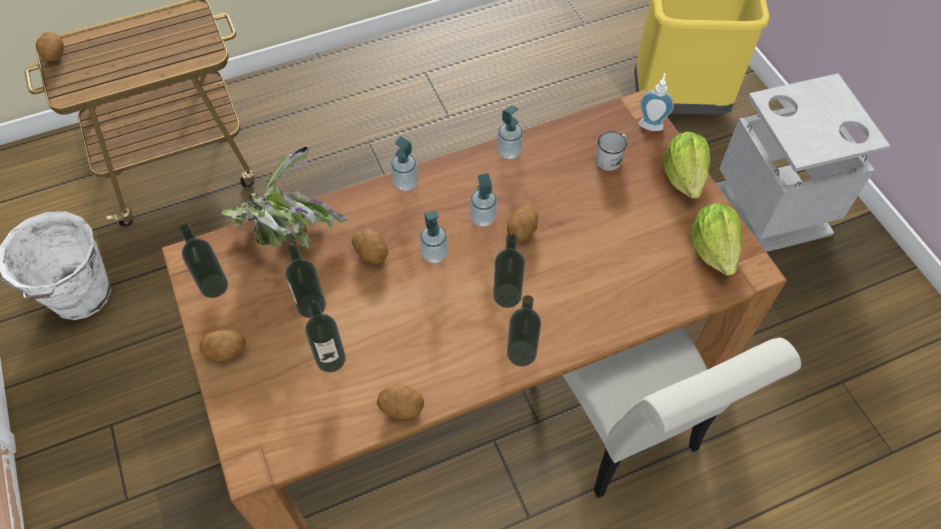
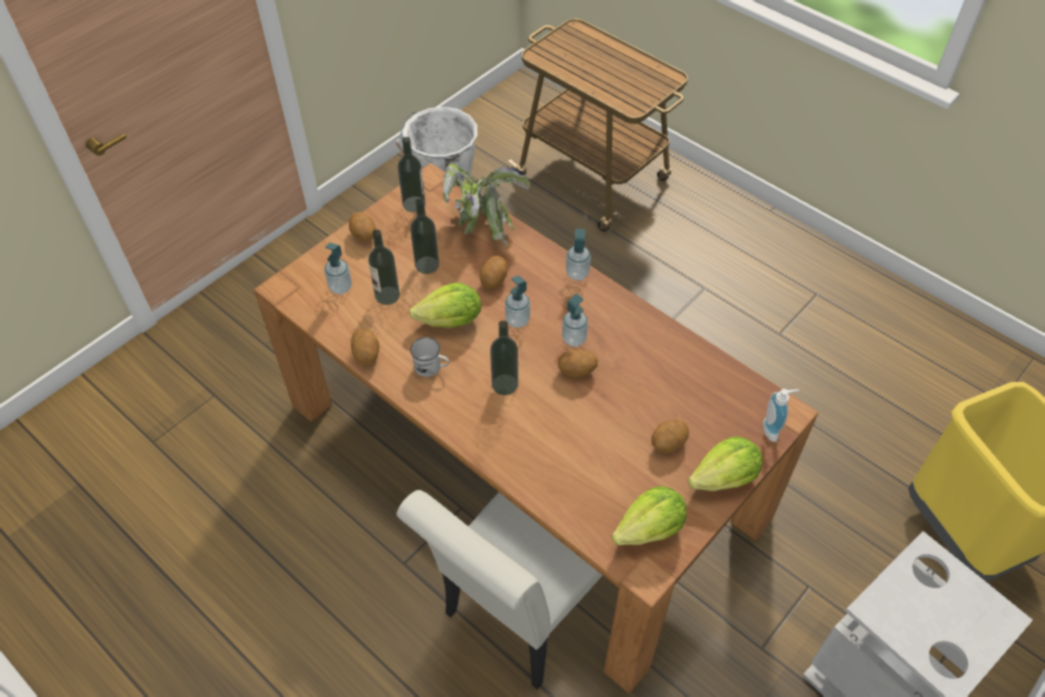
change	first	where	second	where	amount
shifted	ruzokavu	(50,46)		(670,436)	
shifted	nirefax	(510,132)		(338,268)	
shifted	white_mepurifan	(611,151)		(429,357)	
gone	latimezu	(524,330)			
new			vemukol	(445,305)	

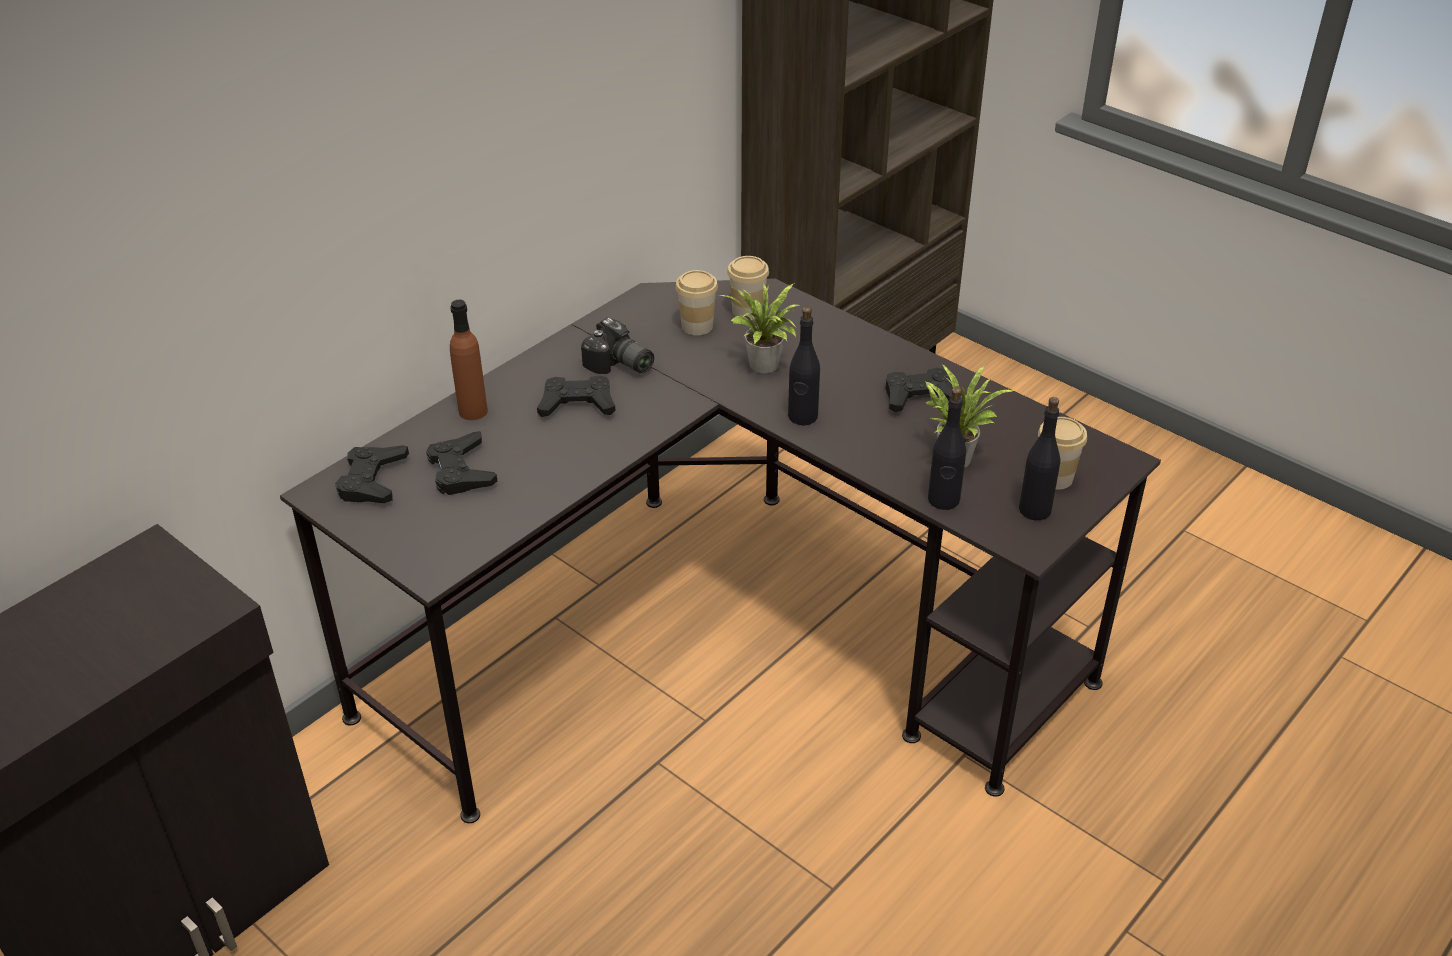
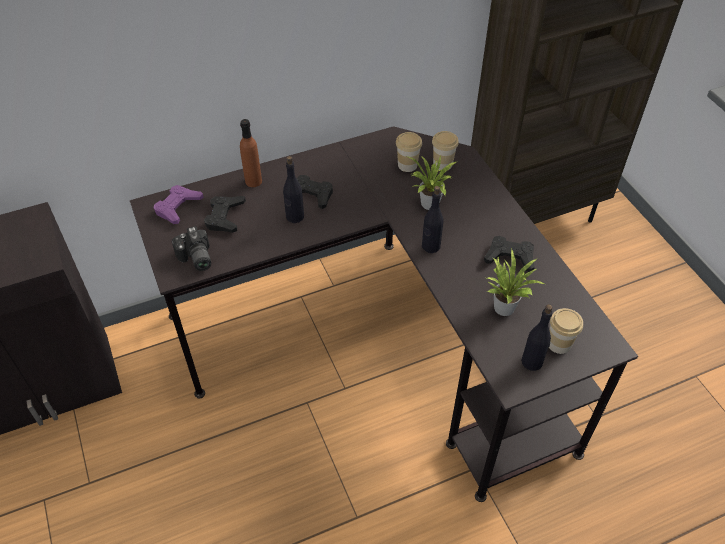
change	first	where	second	where	amount
shifted	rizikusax	(617,345)		(191,248)	
shifted	black_latimezu	(947,448)		(293,189)	
repainted	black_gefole	(372,474)	purple_gefole	(178,204)	

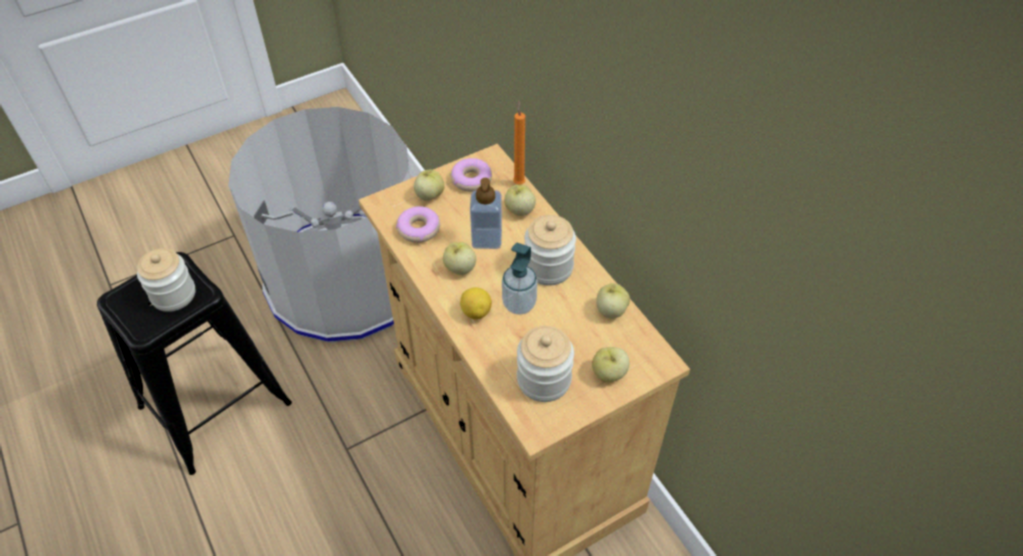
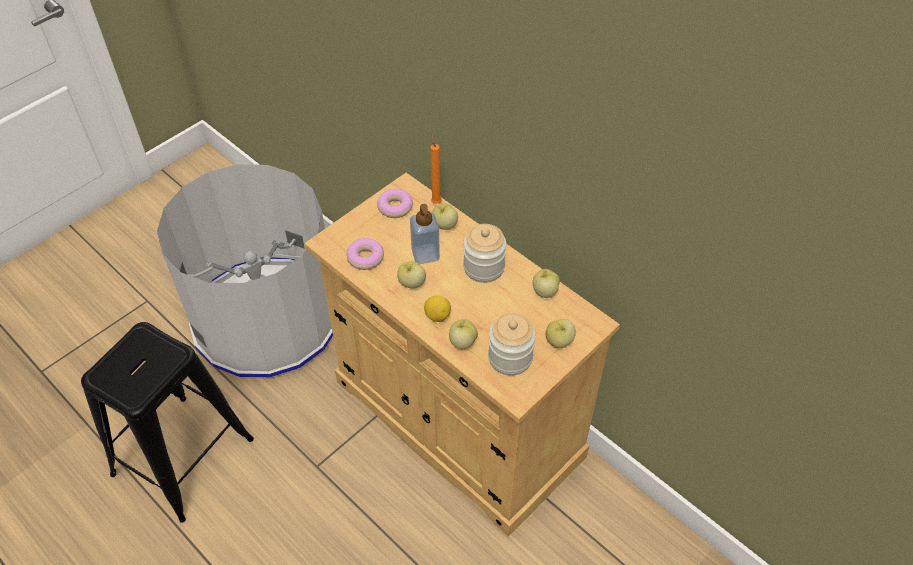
change	first	where	second	where	amount
shifted	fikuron	(429,185)		(463,334)	
gone	nirefax	(519,278)			
gone	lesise	(166,280)			

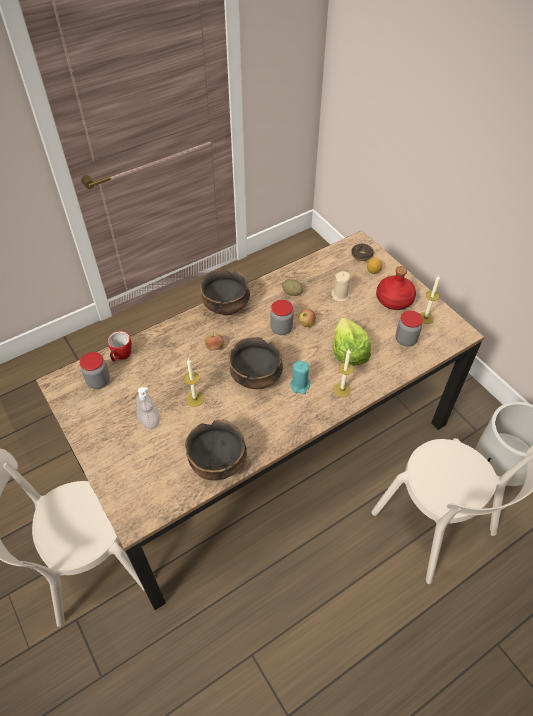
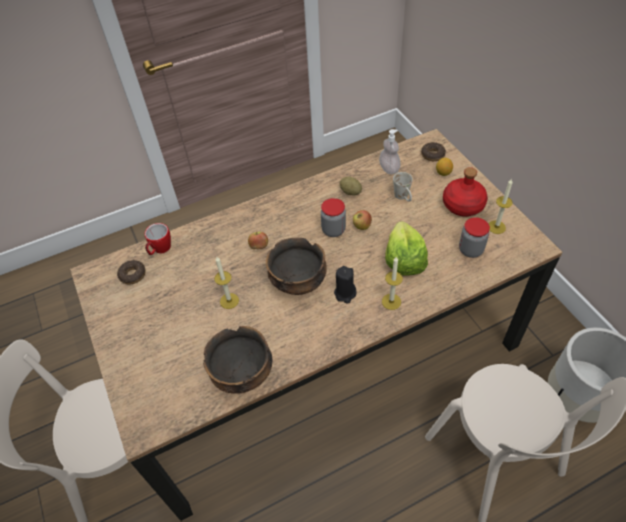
change	first	where	second	where	amount
gone	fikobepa	(225,292)			
swapped	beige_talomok	(340,286)	white_mepurifan	(403,187)	
swapped	lesise	(95,370)	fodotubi	(131,272)	
repainted	turquoise_talomok	(300,377)	black_talomok	(345,285)	
shifted	nirefax	(148,408)		(390,151)	

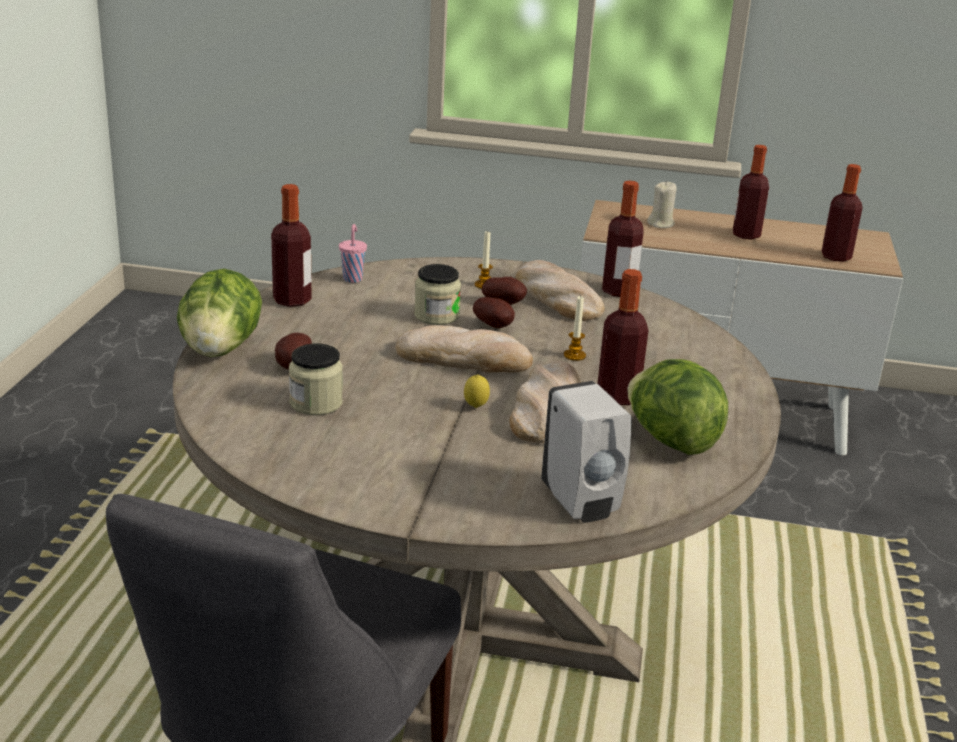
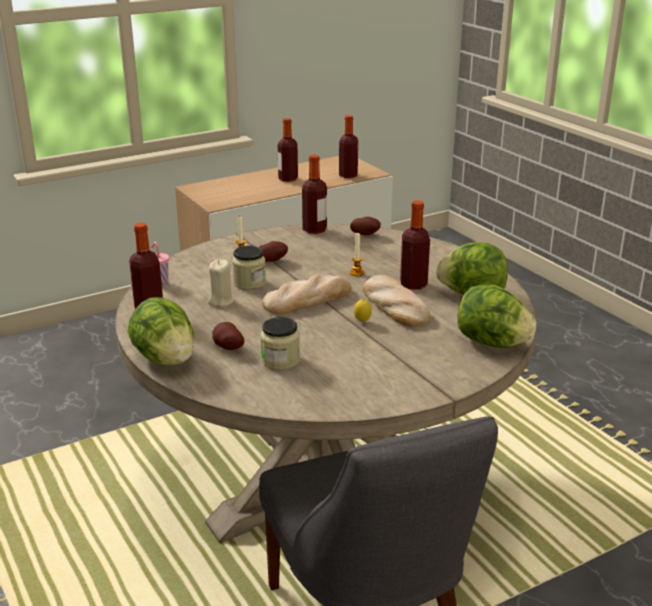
change	first	where	second	where	amount
shifted	beige_talomok	(662,204)		(221,283)	
gone	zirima	(560,290)			
shifted	ruzokavu	(494,312)		(365,226)	
swapped	white_nirefax	(586,452)	vemukol	(497,316)	

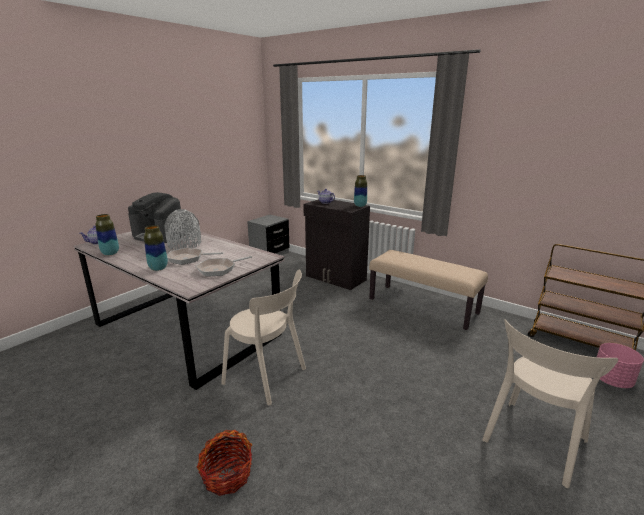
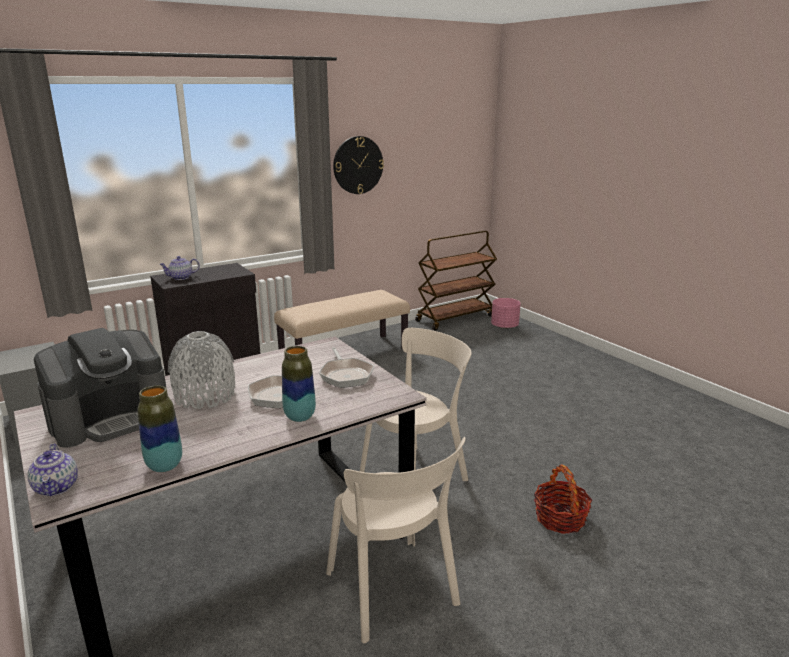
change	first	where	second	where	amount
gone	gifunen	(360,191)			
shifted	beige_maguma	(550,403)		(396,540)	
new			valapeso	(358,165)	

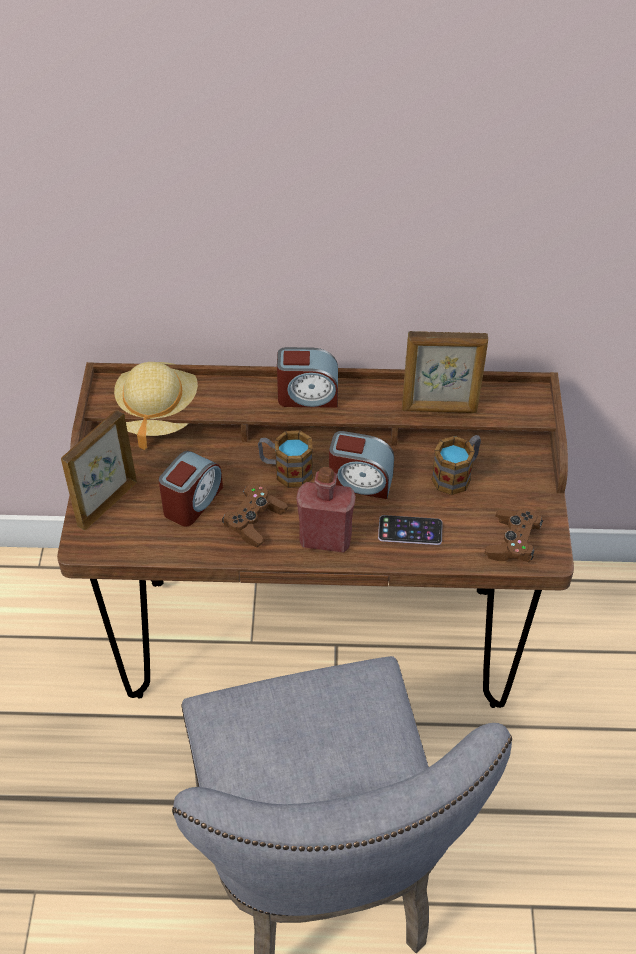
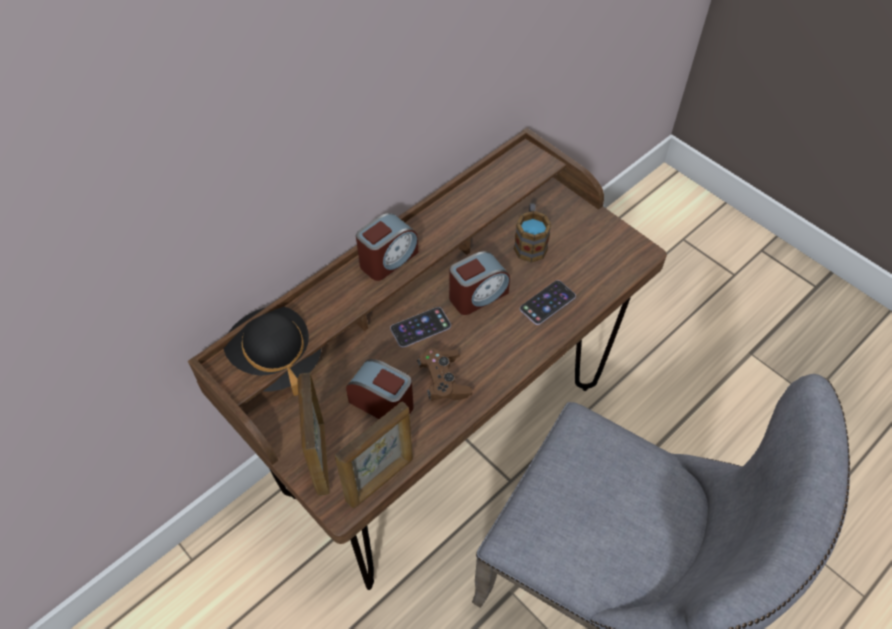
change	first	where	second	where	amount
shifted	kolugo	(445,372)		(374,454)	
repainted	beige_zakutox	(156,406)	black_zakutox	(272,351)	
swapped	mepurifan	(285,459)	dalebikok	(420,327)	
rotated	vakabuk	(191,489)		(380,389)	45 degrees counterclockwise
gone	red_latimezu	(326,509)			
gone	brown_gefole	(514,535)			

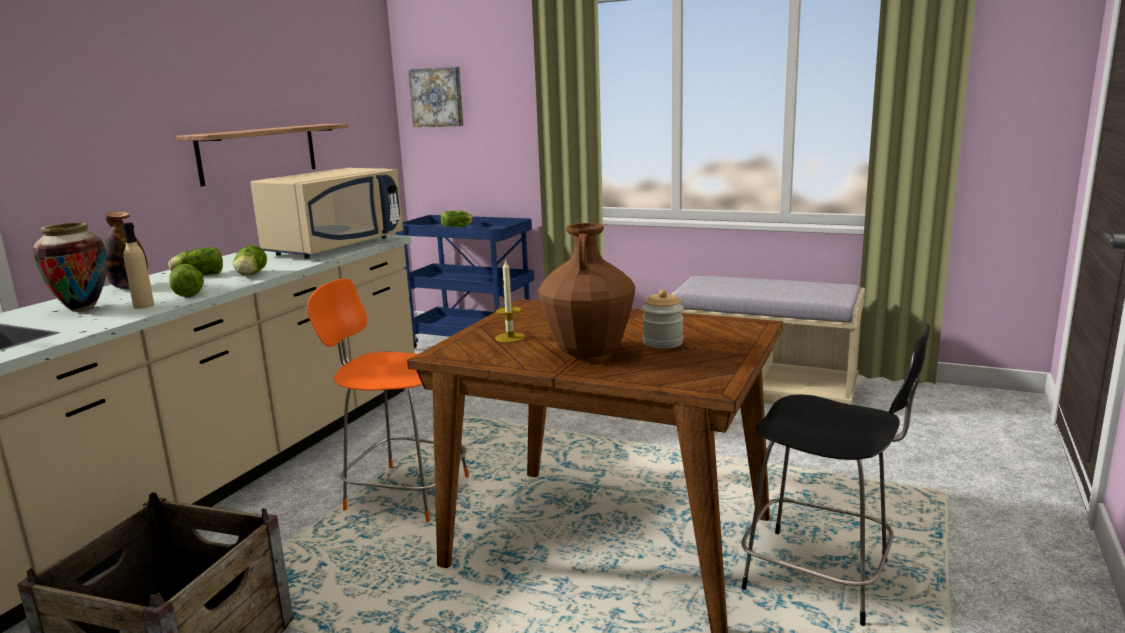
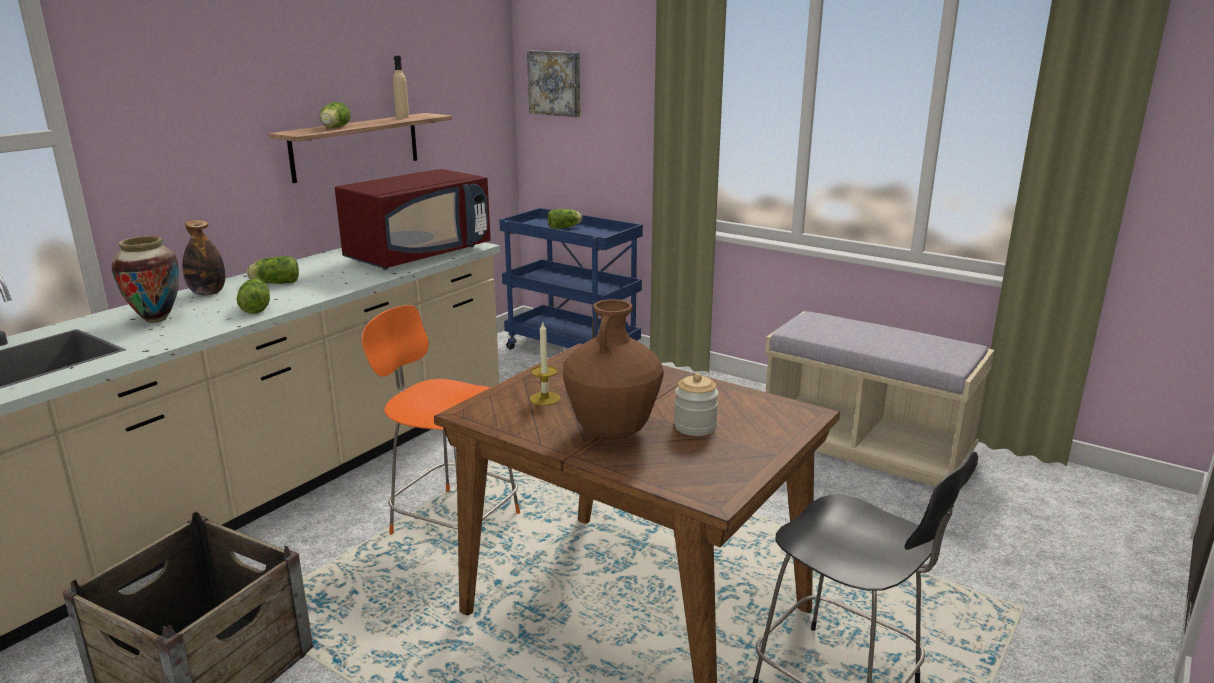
change	first	where	second	where	amount
repainted	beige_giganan	(327,213)	red_giganan	(413,219)	
shifted	beige_latimezu	(138,265)		(401,87)	
shifted	vemukol	(250,260)		(335,115)	

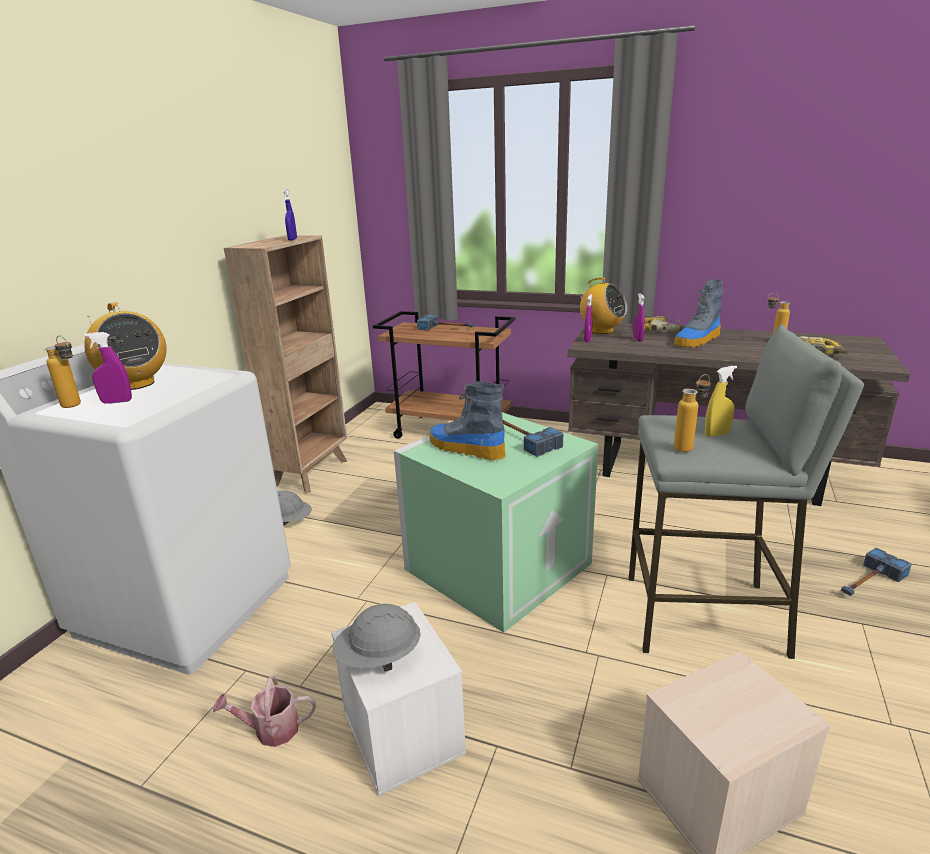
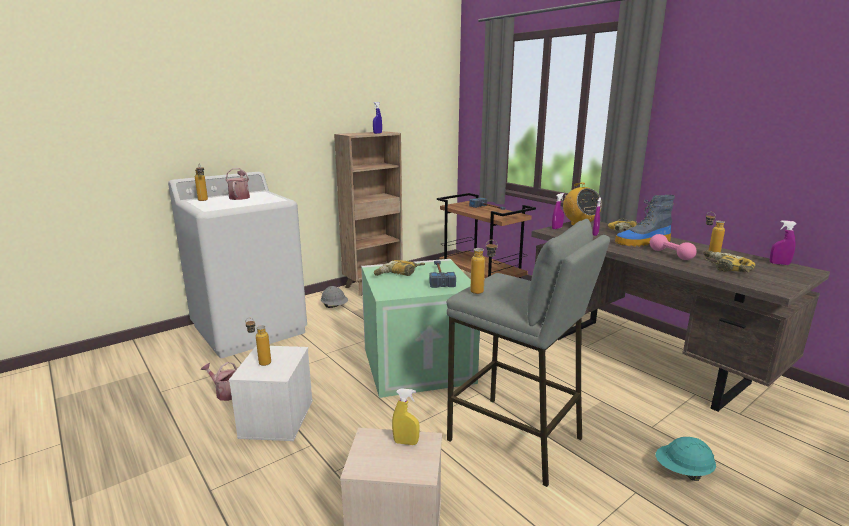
change	first	where	second	where	amount
swapped	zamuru	(125,346)	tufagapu	(238,184)	
shifted	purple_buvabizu	(108,367)		(783,242)	
shifted	yellow_buvabizu	(721,401)		(406,416)	
swapped	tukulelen	(467,420)	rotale	(399,268)	
swapped	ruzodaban	(876,572)	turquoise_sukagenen	(686,459)	
swapped	grey_sukagenen	(376,637)	latimezu	(258,342)	
new			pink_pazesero	(673,247)	

